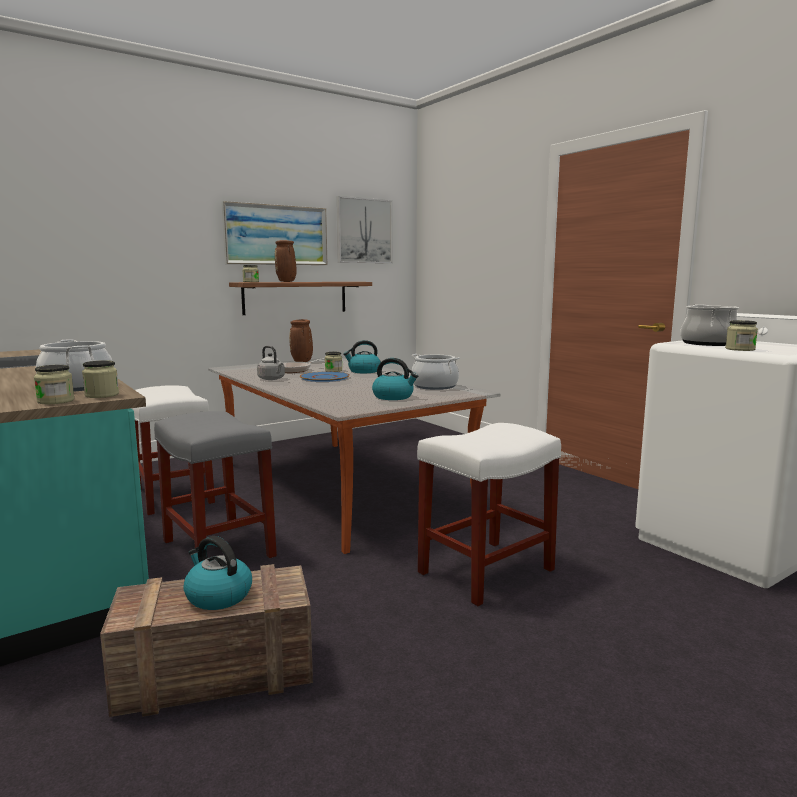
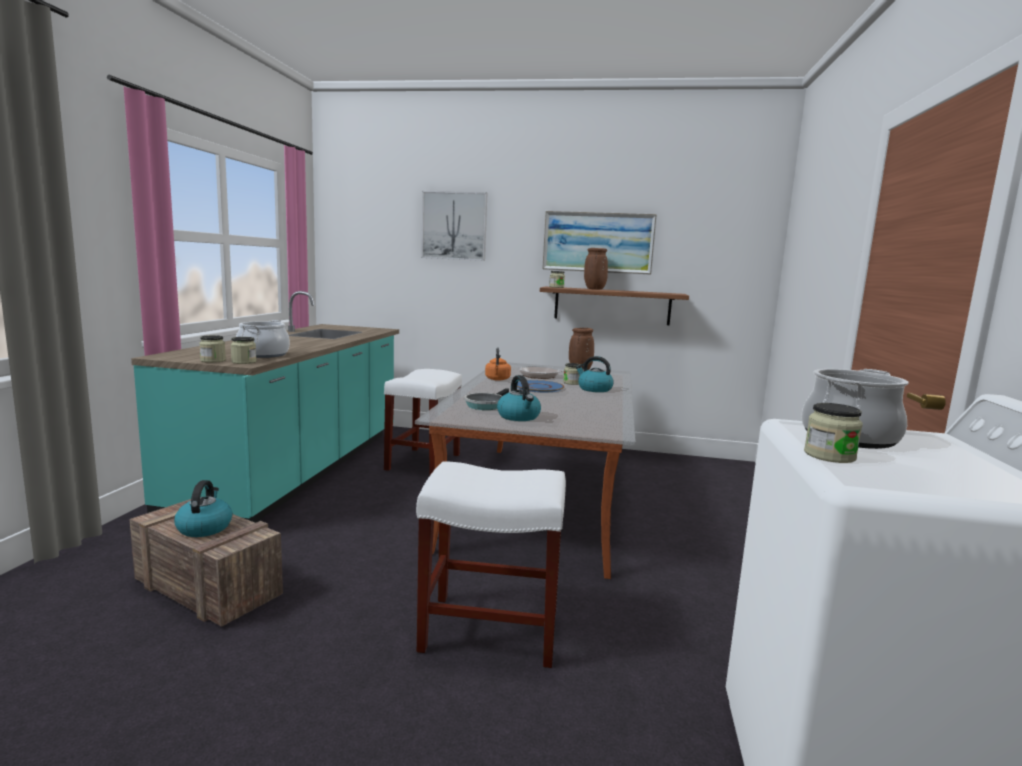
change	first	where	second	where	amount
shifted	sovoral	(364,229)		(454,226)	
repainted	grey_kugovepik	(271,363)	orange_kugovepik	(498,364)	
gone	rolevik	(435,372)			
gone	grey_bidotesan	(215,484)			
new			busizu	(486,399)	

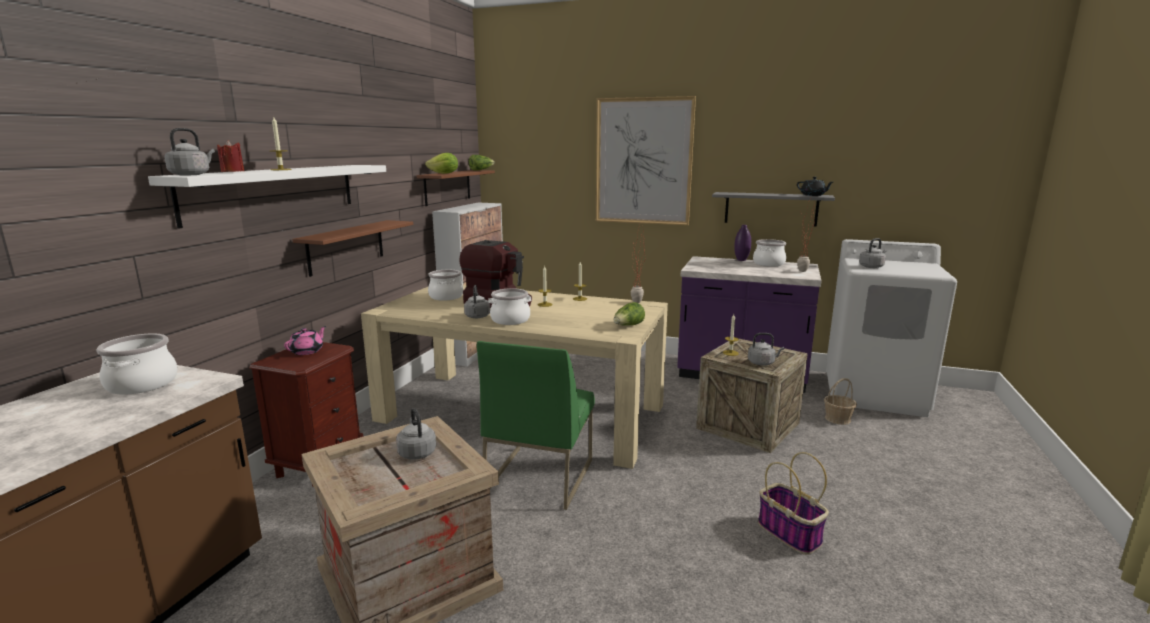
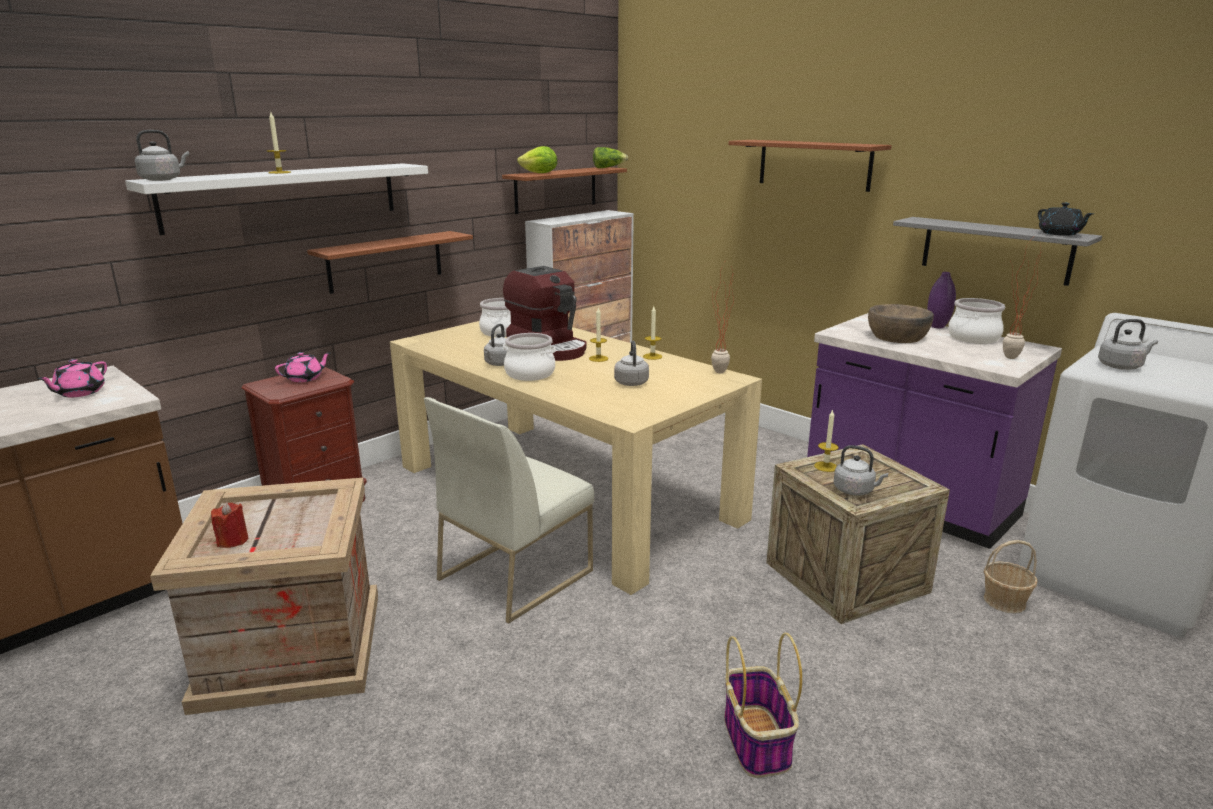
change	first	where	second	where	amount
swapped	sovoral	(646,160)	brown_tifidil	(810,166)	
shifted	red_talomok	(230,156)		(229,525)	
gone	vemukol	(629,314)			
swapped	rolevik	(137,364)	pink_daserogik	(72,378)	
repainted	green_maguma	(536,425)	white_maguma	(509,510)	
shifted	grey_kugovepik	(416,434)		(631,363)	
new			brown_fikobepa	(901,323)	

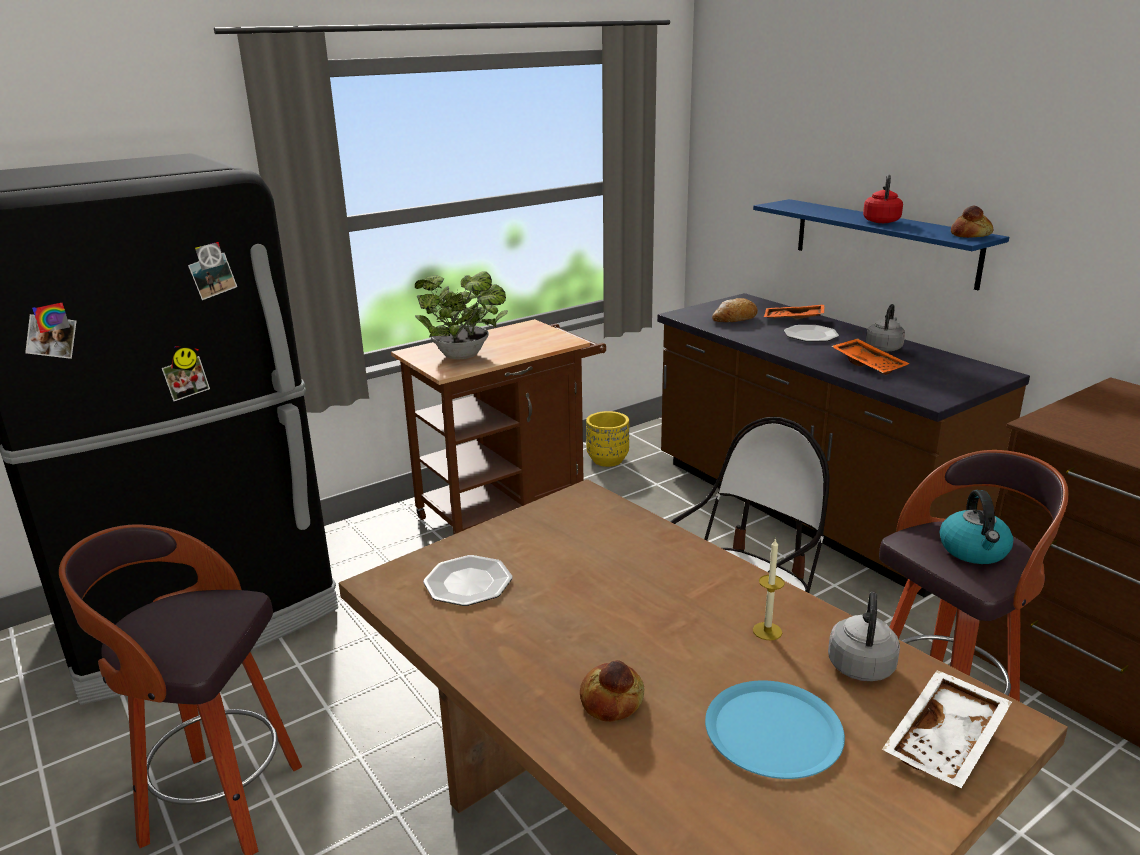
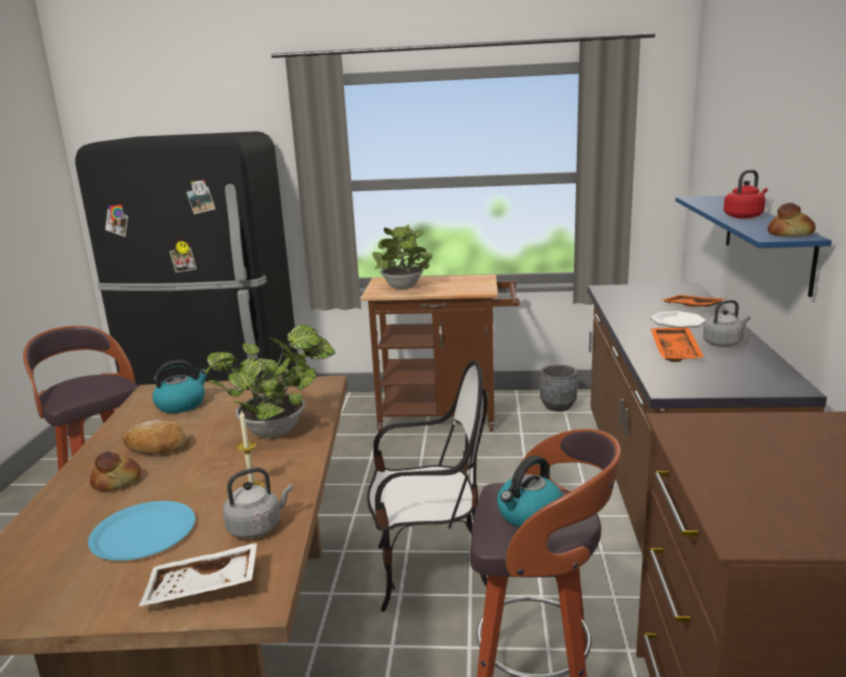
change	first	where	second	where	amount
shifted	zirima	(735,310)		(156,437)	
repainted	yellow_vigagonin	(607,439)	grey_vigagonin	(559,388)	
swapped	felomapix	(467,580)	kugovepik	(180,386)	
new			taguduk	(270,381)	

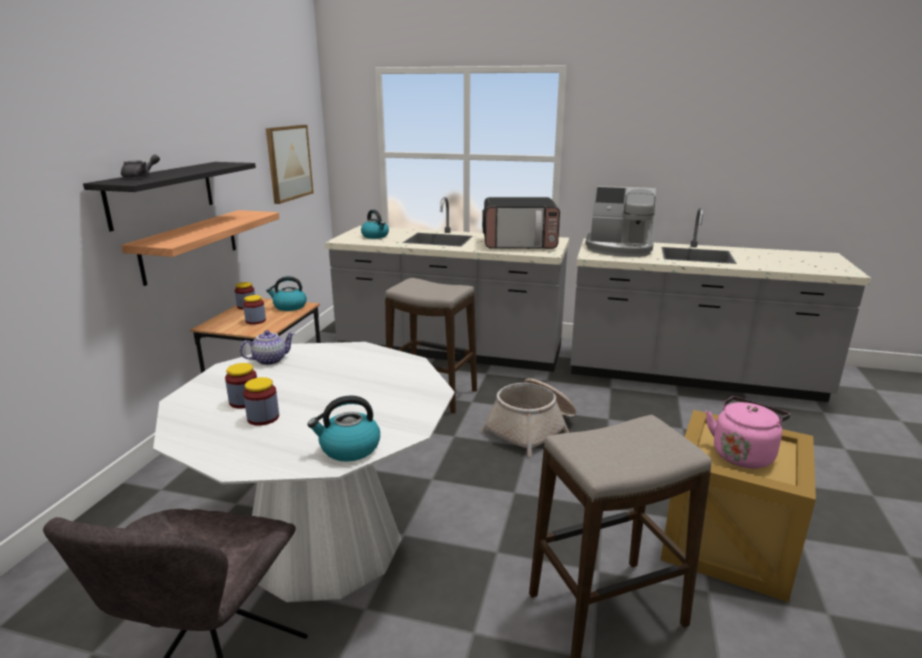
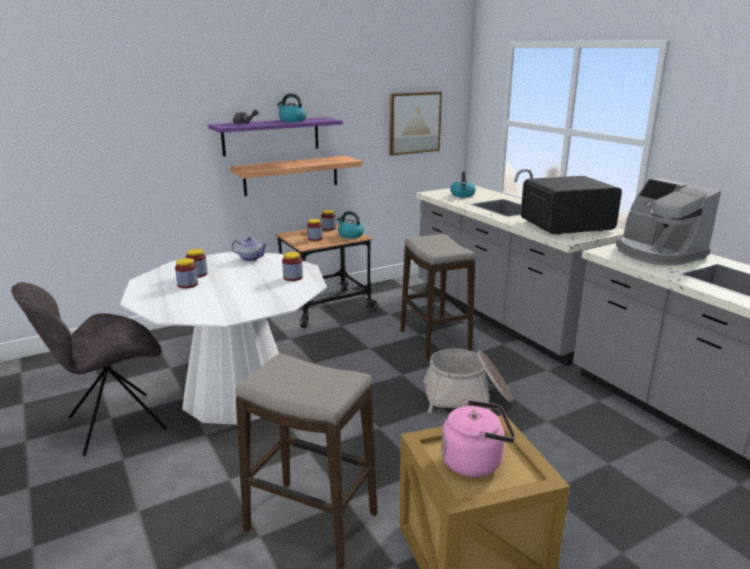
change	first	where	second	where	amount
repainted	black_tifidil	(169,196)	purple_tifidil	(275,137)	
rotated	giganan	(521,223)		(571,205)	120 degrees clockwise
shifted	kugovepik	(343,428)		(291,108)	
new			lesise	(292,266)	

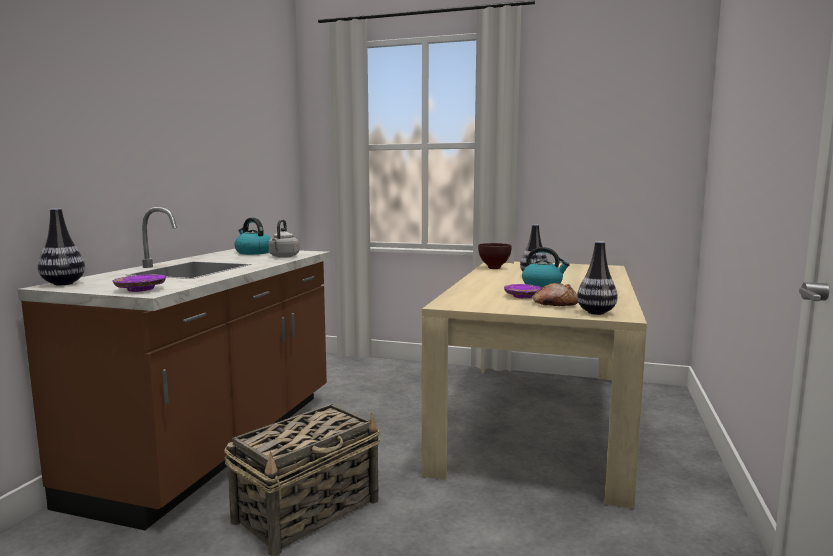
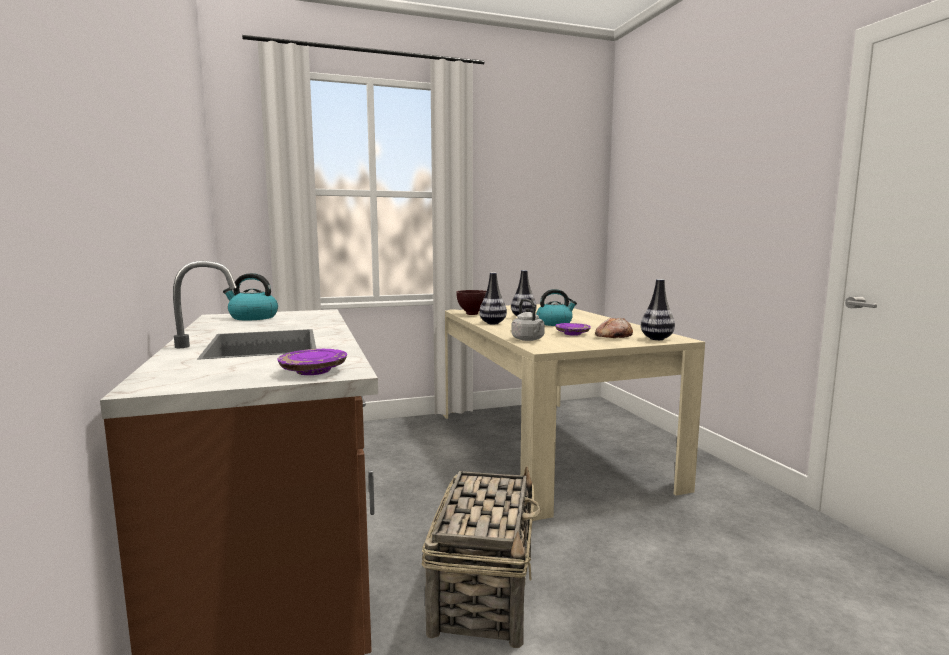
change	first	where	second	where	amount
shifted	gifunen	(61,247)		(493,298)	
shifted	grey_kugovepik	(283,238)		(528,320)	

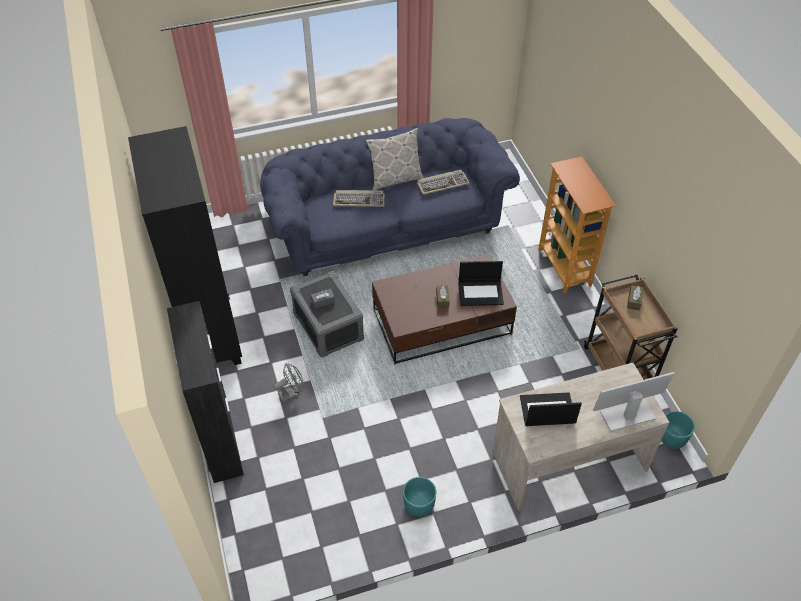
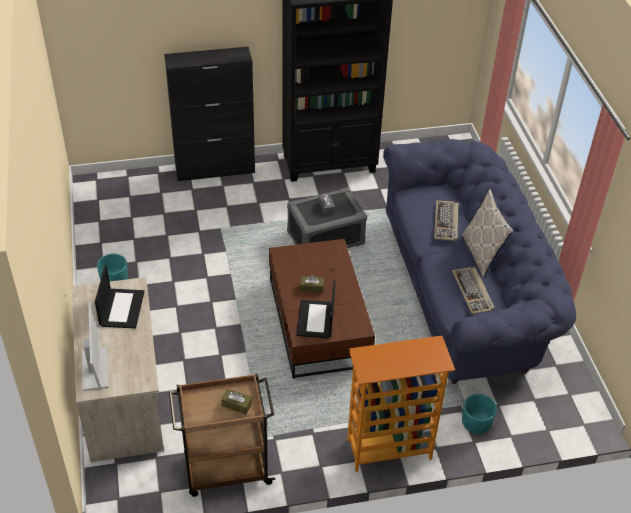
change	first	where	second	where	amount
gone	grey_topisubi	(288,382)			
shifted	turquoise_vigagonin	(678,430)		(479,414)	

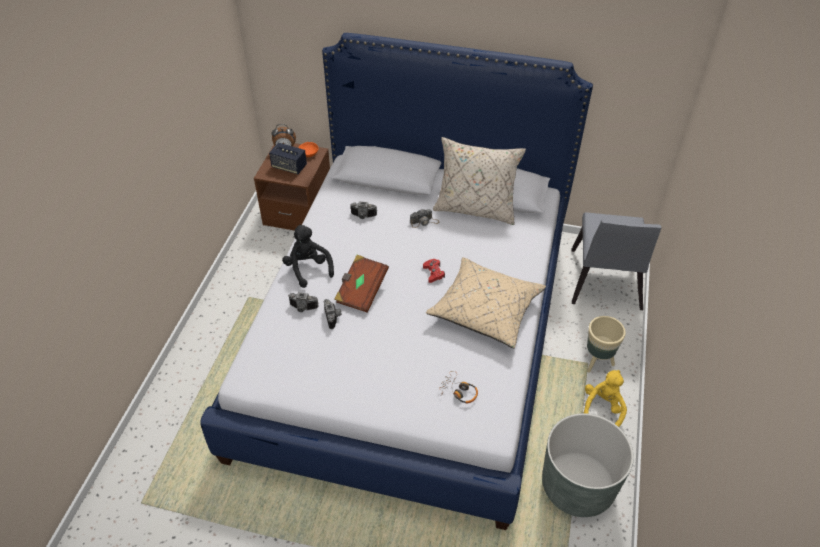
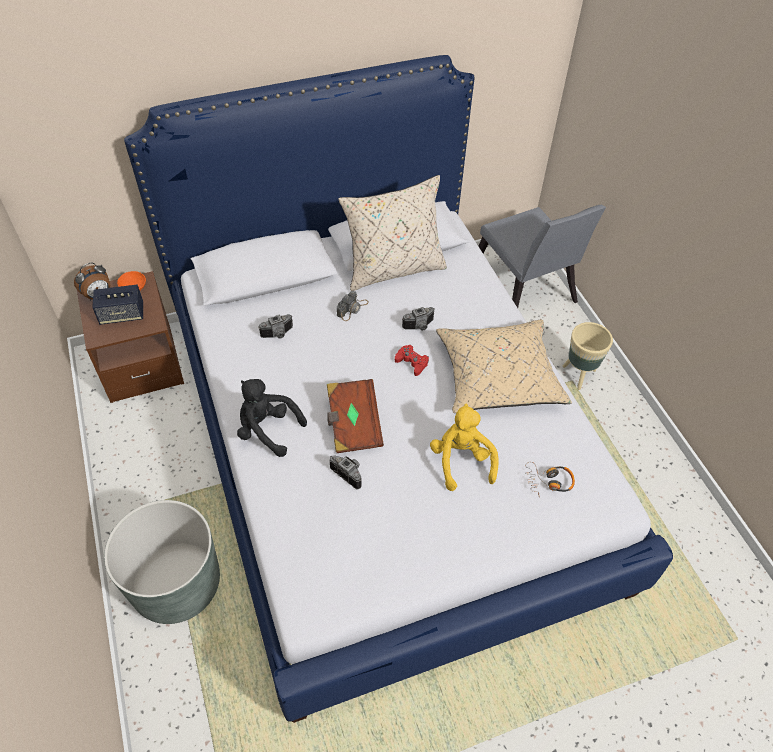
change	first	where	second	where	amount
shifted	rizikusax	(303,302)		(418,319)	
shifted	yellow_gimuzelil	(605,398)		(464,447)	
shifted	grey_vigagonin	(588,465)		(162,562)	

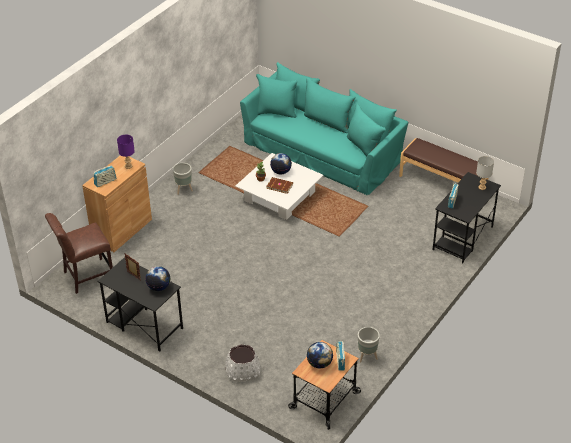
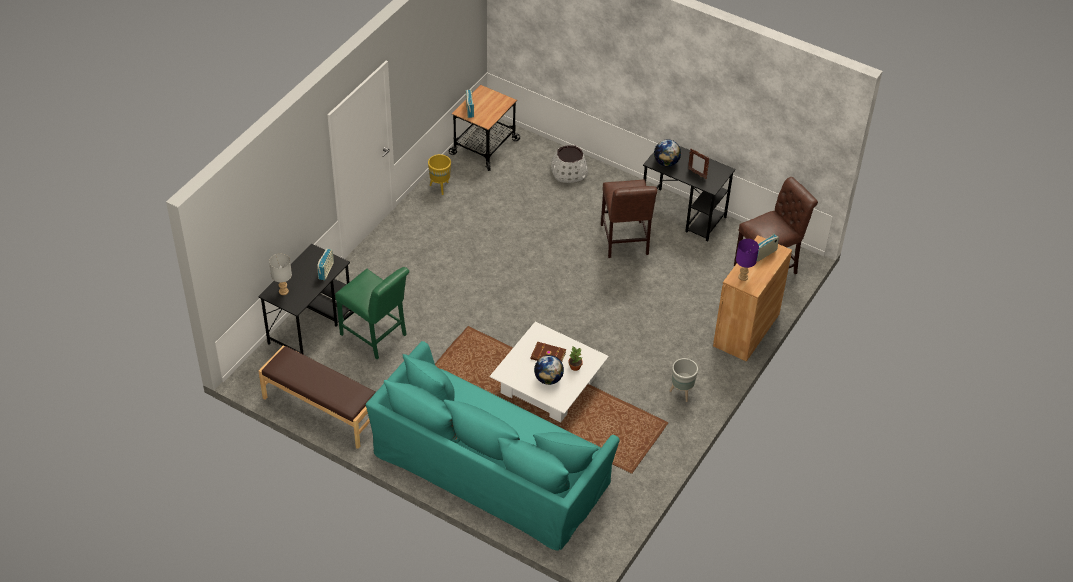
change	first	where	second	where	amount
repainted	grey_vigagonin	(369,345)	yellow_vigagonin	(439,174)	
gone	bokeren	(320,355)			
new			brown_maguma	(629,219)	
new			green_maguma	(372,313)	

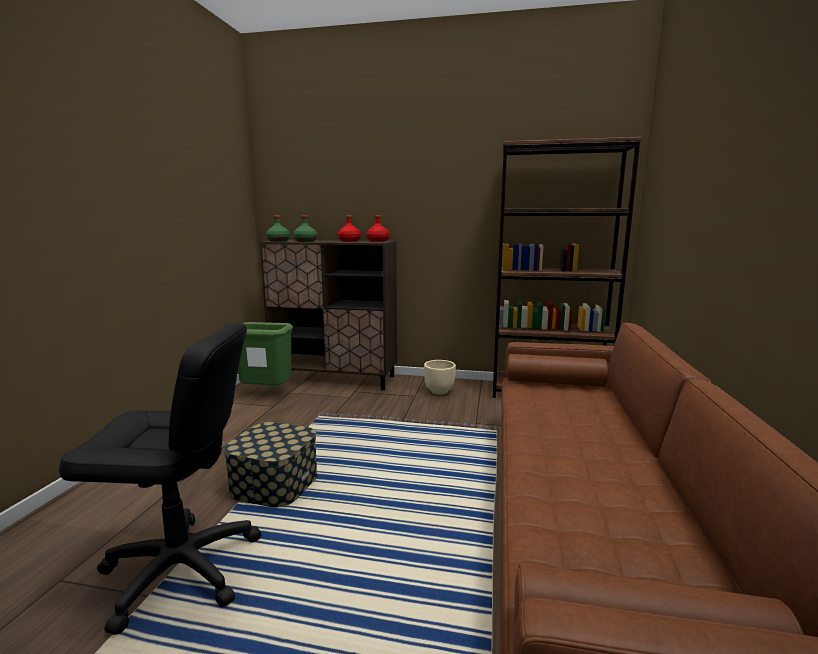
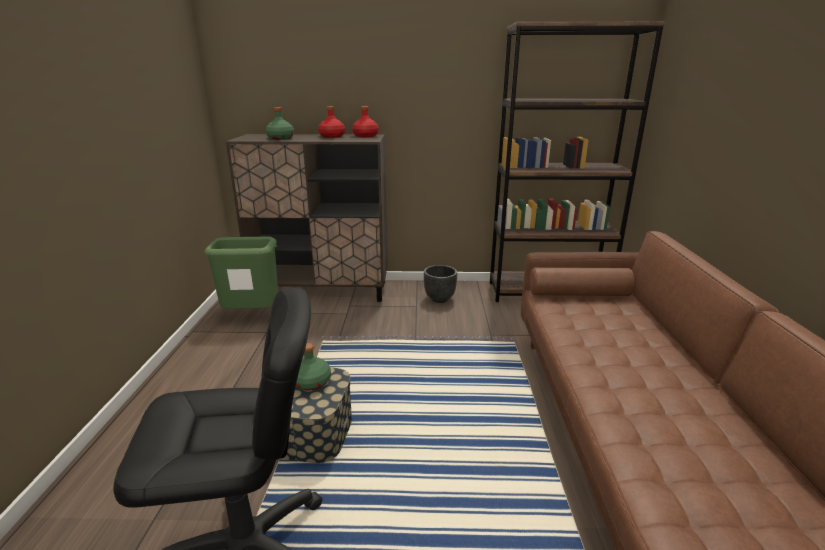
change	first	where	second	where	amount
shifted	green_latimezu	(278,229)		(313,366)	
repainted	beige_vigagonin	(440,377)	black_vigagonin	(440,284)	

